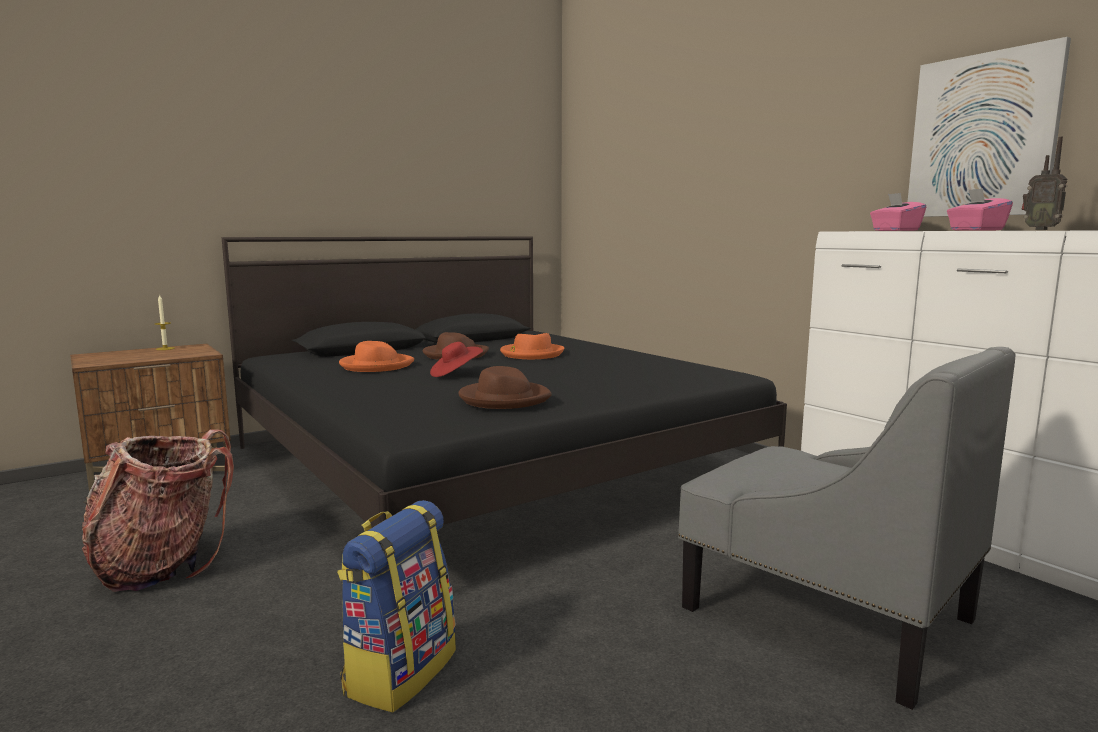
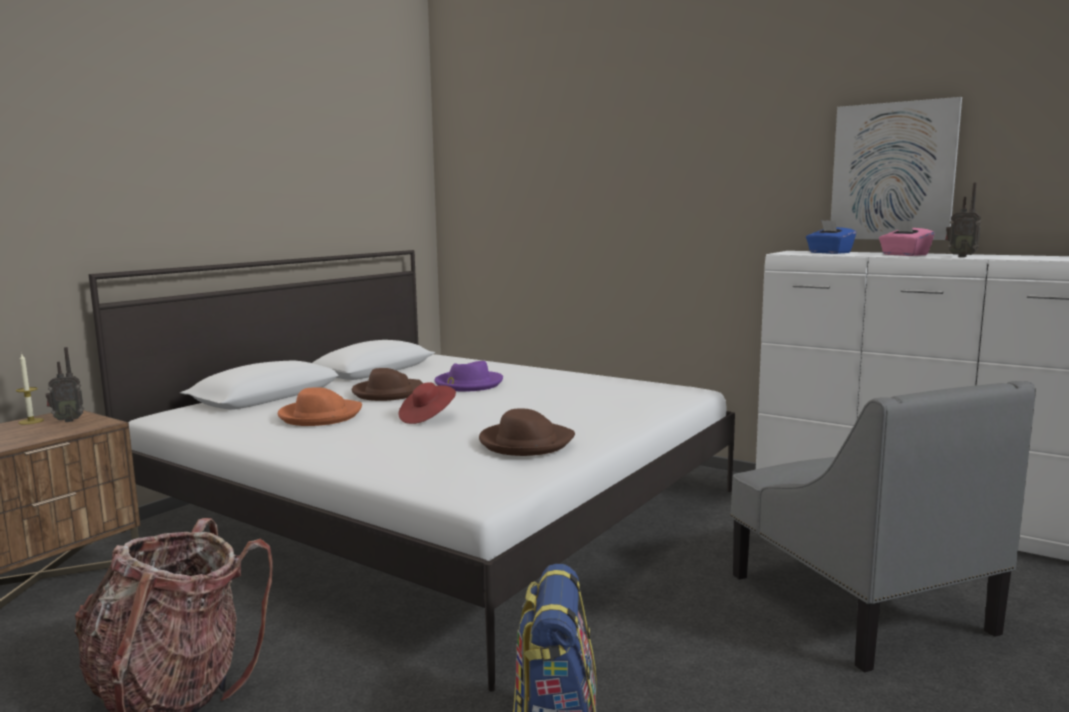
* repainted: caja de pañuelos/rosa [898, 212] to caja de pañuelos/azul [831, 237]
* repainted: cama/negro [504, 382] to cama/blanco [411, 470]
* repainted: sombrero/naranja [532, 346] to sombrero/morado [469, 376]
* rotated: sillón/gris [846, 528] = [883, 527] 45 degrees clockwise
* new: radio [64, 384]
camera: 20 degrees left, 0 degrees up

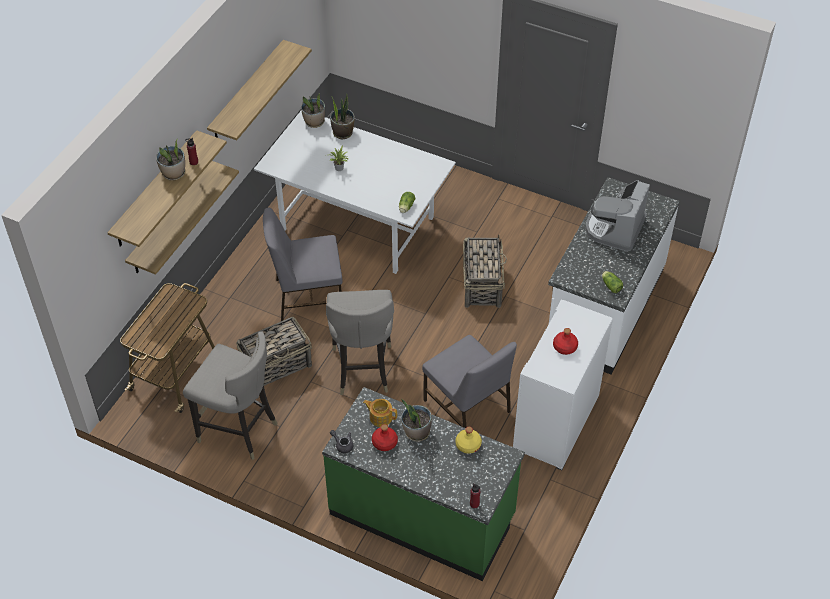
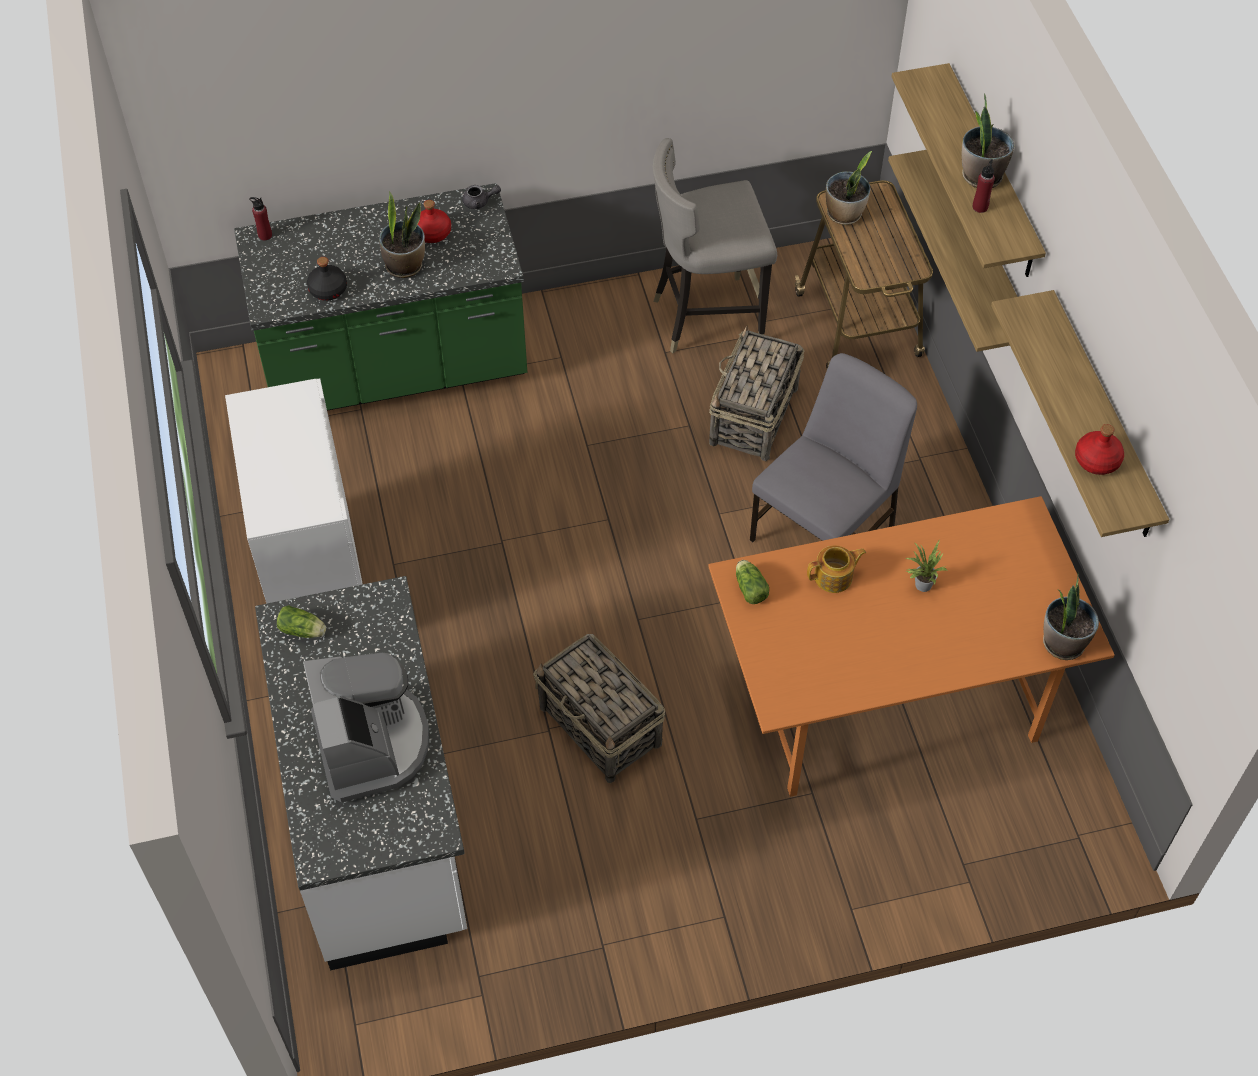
* shifted: planta en maceta [342, 116] to [849, 188]
* repainted: mesa de comedor/blanco [355, 192] to mesa de comedor/naranja [911, 646]
* gone: taburete/gris [360, 342]
* shifted: botella/rojo [565, 341] to [1099, 449]
* gone: silla/gris [469, 381]
* shifted: tetera [380, 413] to [836, 569]
* repainted: botella/amarillo [469, 440] to botella/negro [327, 279]
camera: 140 degrees right, 5 degrees up

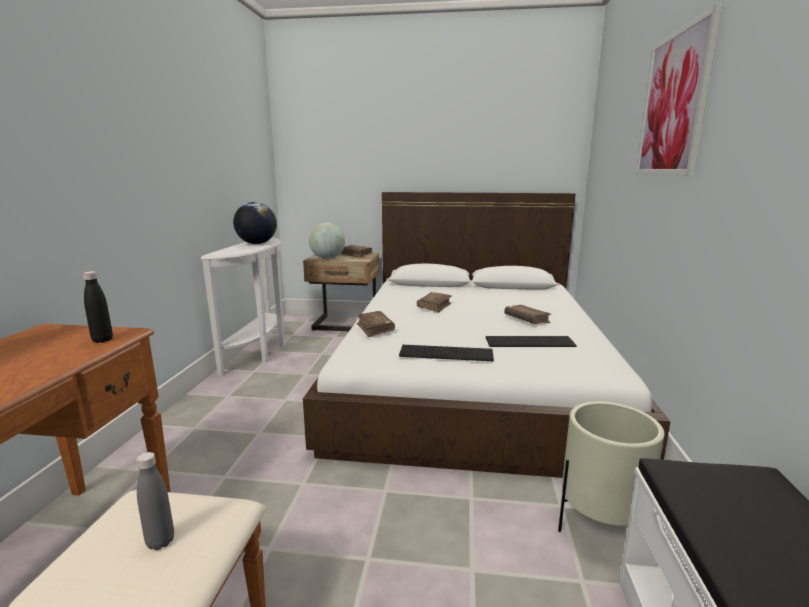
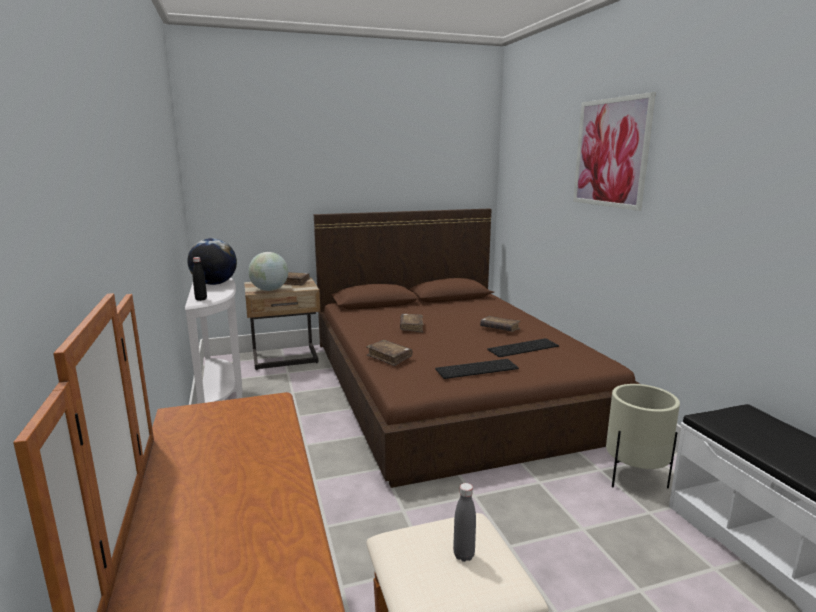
* repainted: cama/blanco [487, 335] to cama/marrón [477, 348]
* shifted: botella/negro [98, 307] to [200, 279]
camera: 25 degrees left, 0 degrees up

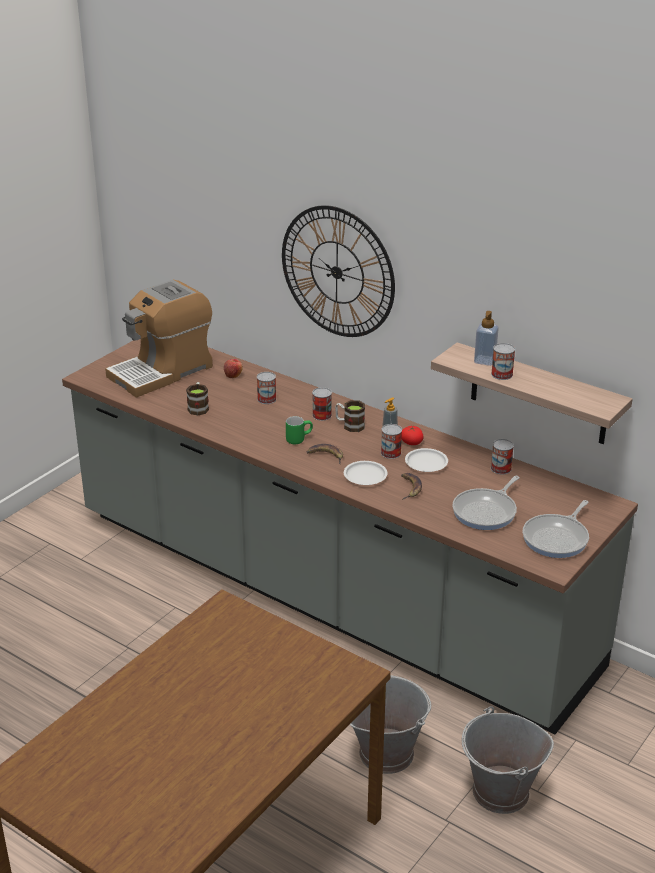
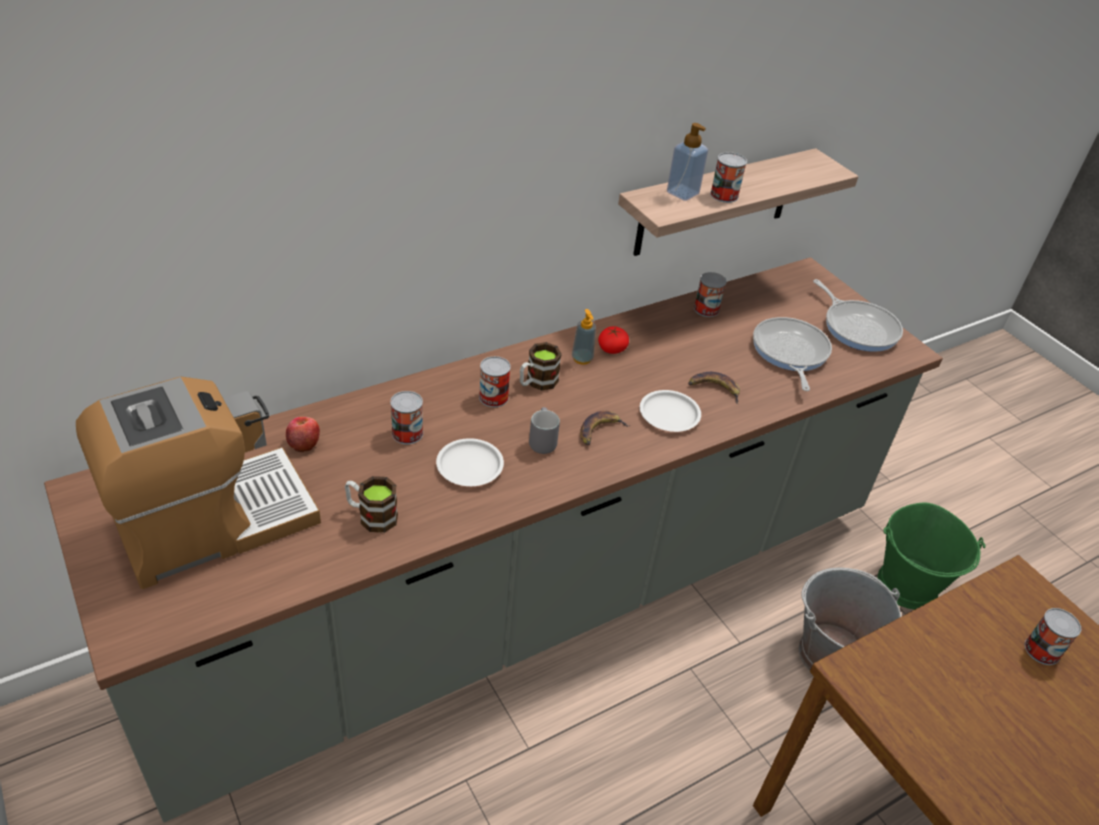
* gone: reloj de pared [338, 271]
* rotated: cafetera [159, 339] = [198, 483] 105 degrees counterclockwise
* repainted: taza grande/verde [299, 430] to taza grande/gris [544, 430]
* shifted: lata [391, 441] to [1053, 636]
* shifted: plato/blanco [426, 460] to [470, 462]
* rotated: sartén [485, 503] = [792, 354] 150 degrees counterclockwise
* repainted: cubo/gris [508, 760] to cubo/verde [931, 556]
camera: 70 degrees left, 10 degrees up

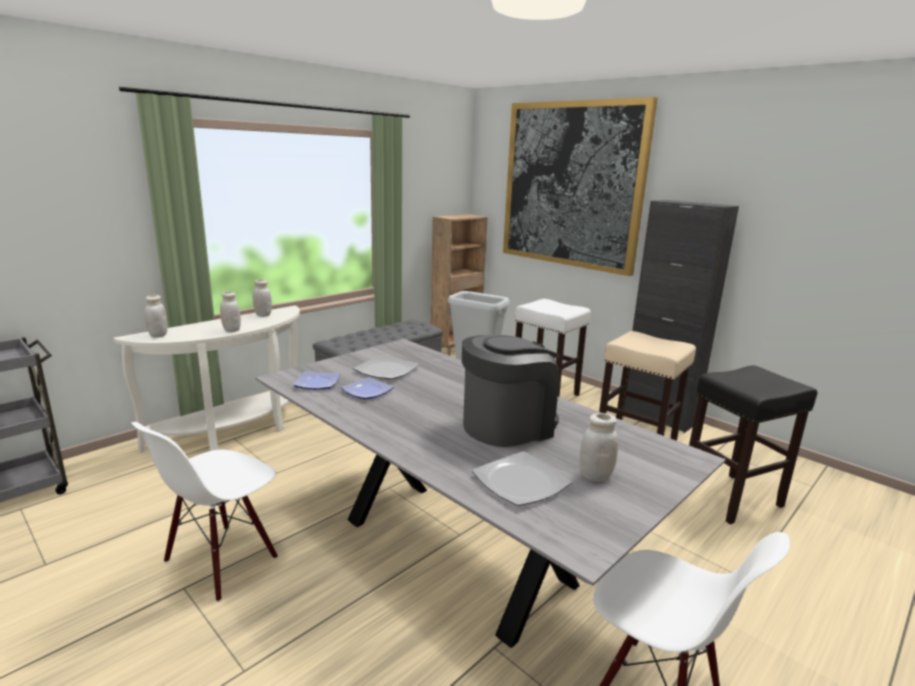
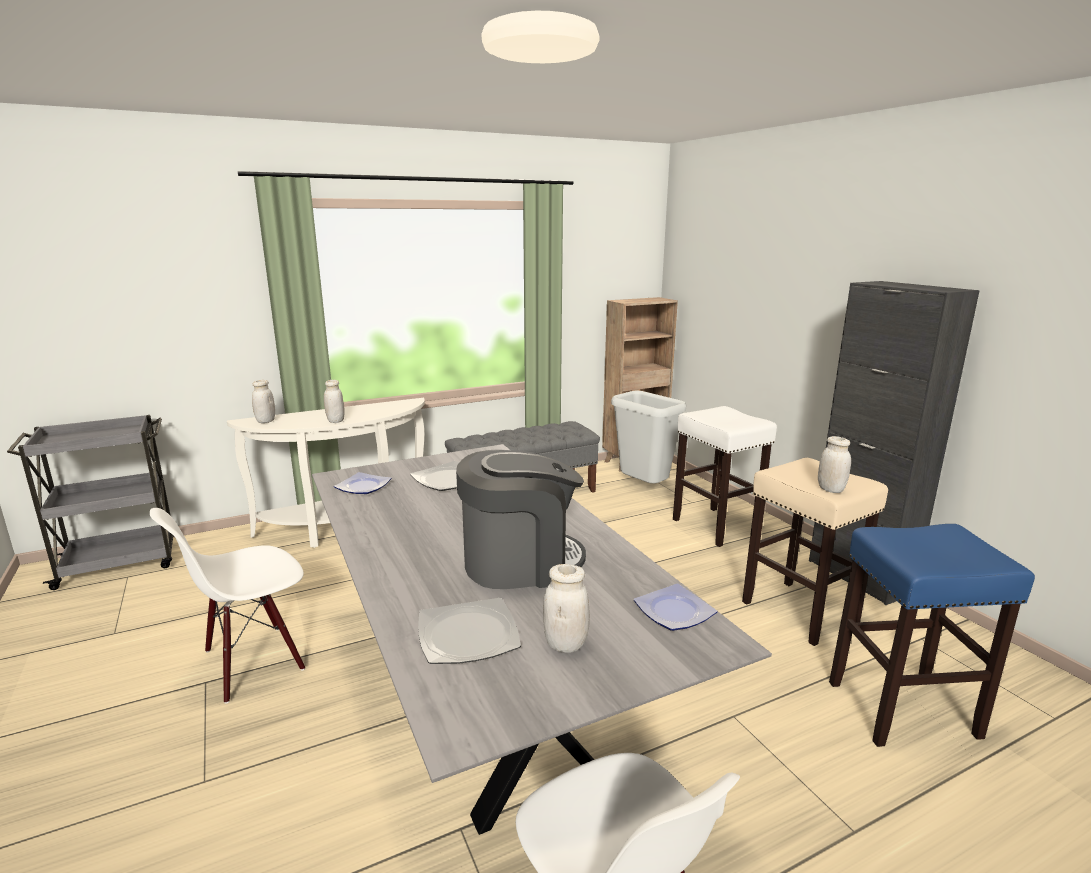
* gone: cuadro [580, 186]
* shifted: tarro/blanco [262, 298] to [834, 464]
* repainted: taburete/negro [753, 444] to taburete/azul [932, 635]
* shifted: plato [367, 388] to [675, 607]
camera: 20 degrees right, 0 degrees up

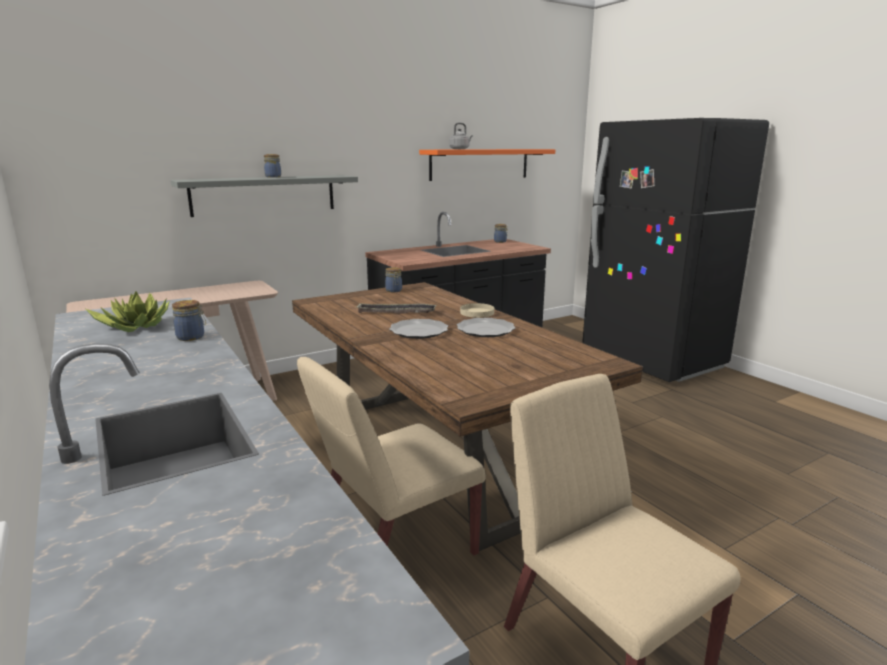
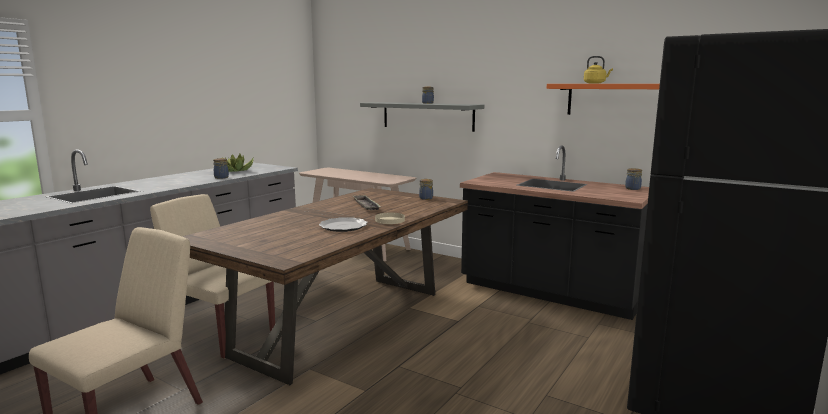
* repainted: hervidor/gris [461, 136] to hervidor/amarillo [598, 70]
* gone: plato [418, 329]
camera: 65 degrees right, 5 degrees down

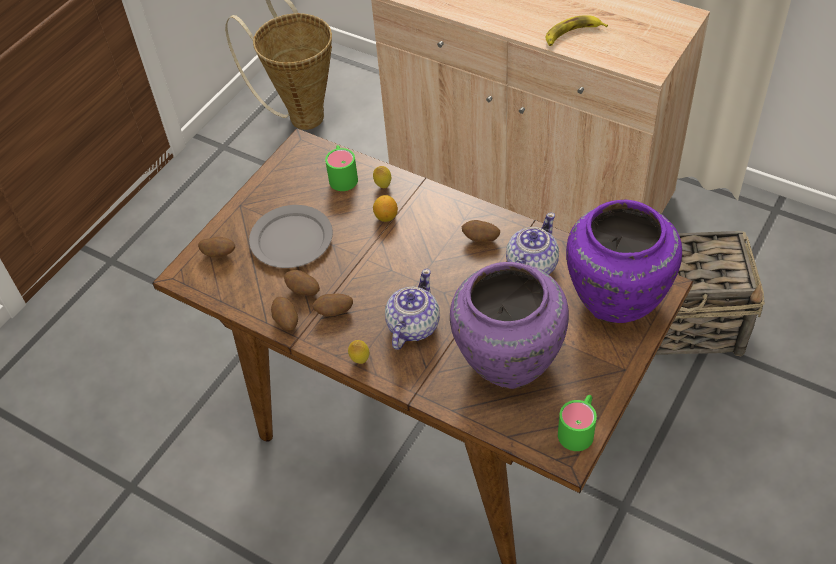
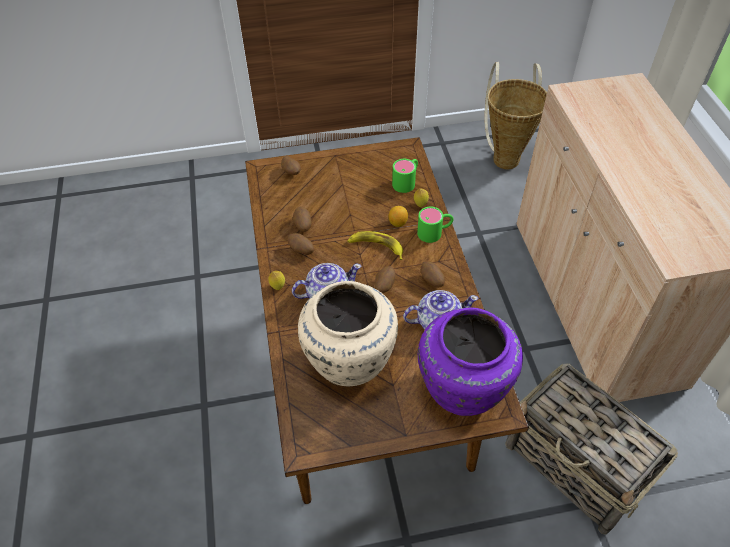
* shifted: plátano [576, 30] to [375, 245]
* gone: plato/gris [291, 236]
* repainted: florero/morado [509, 325] to florero/beis [348, 333]
* shifted: patata [284, 314] to [385, 279]
* shifted: taza grande/verde [577, 423] to [435, 225]
camera: 45 degrees right, 0 degrees up

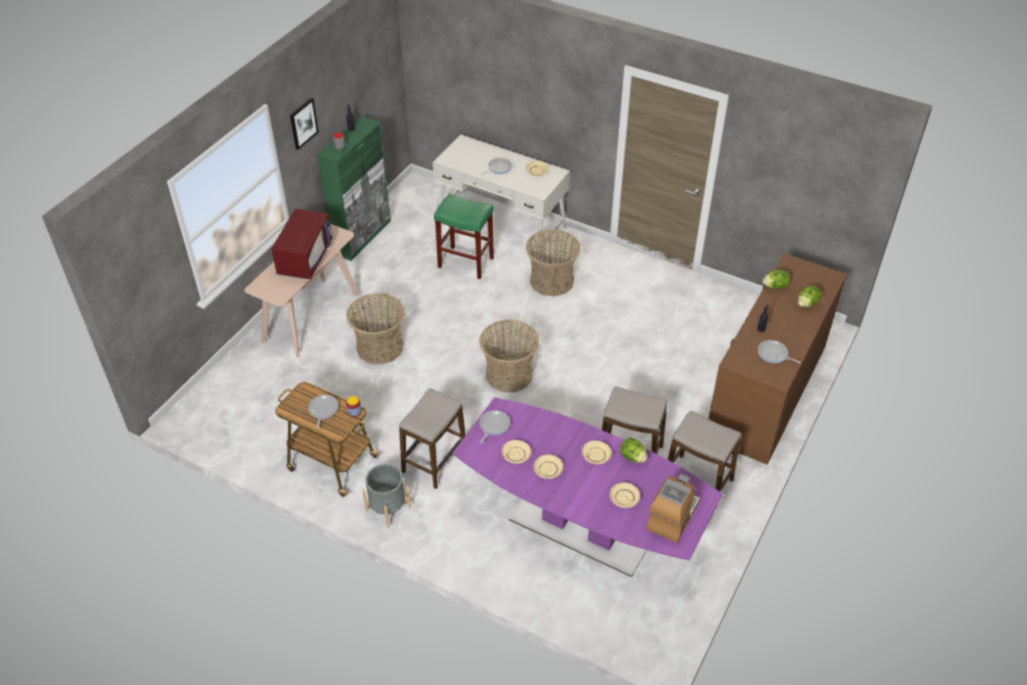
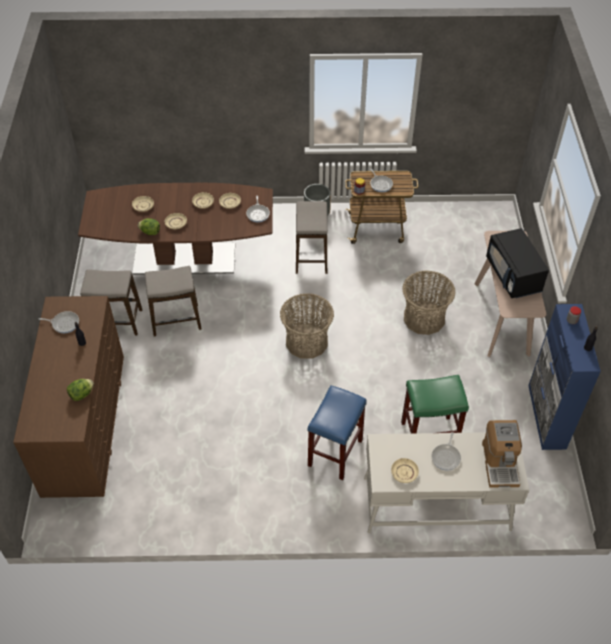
* gone: cuadro [304, 124]
* repainted: armario/verde [354, 188] to armario/azul [564, 377]
* repainted: microondas/rojo [301, 244] to microondas/negro [517, 263]
* swapped: cesta [553, 263] to taburete/azul [337, 432]
* gone: lechuga [810, 296]
* repainted: mesa de comedor/morado [588, 487] to mesa de comedor/marrón [175, 229]
* shifted: cafetera [673, 508] to [502, 454]
camera: 150 degrees right, 5 degrees up

